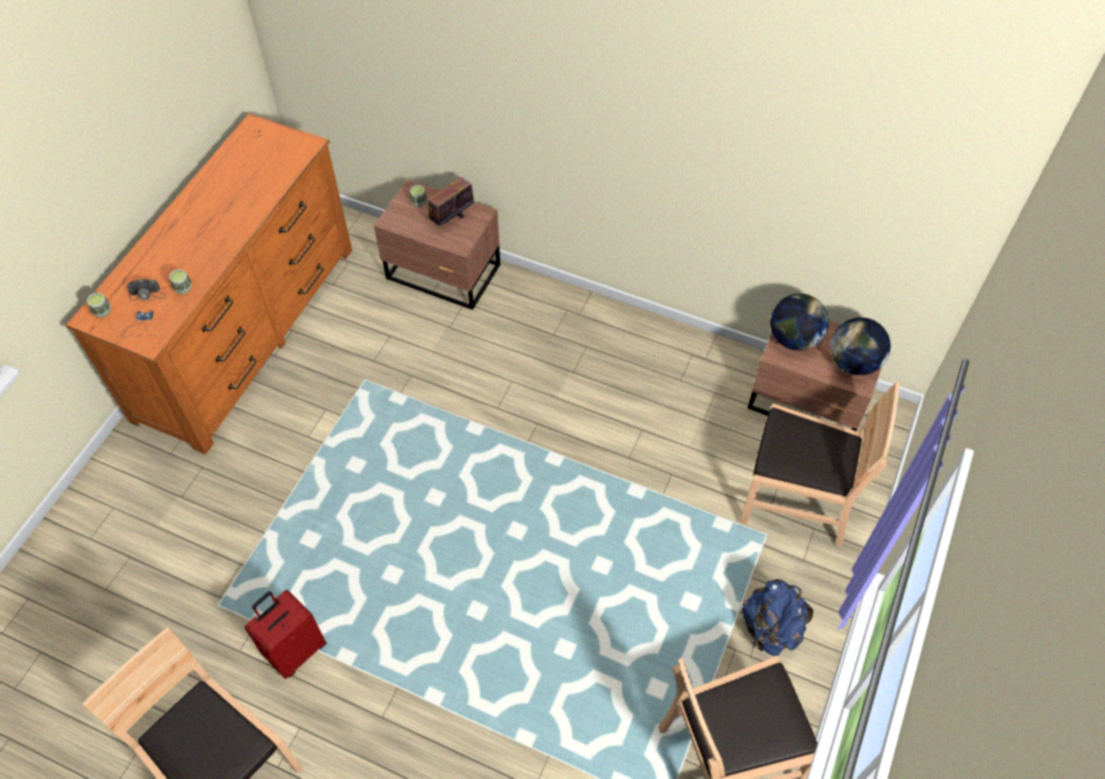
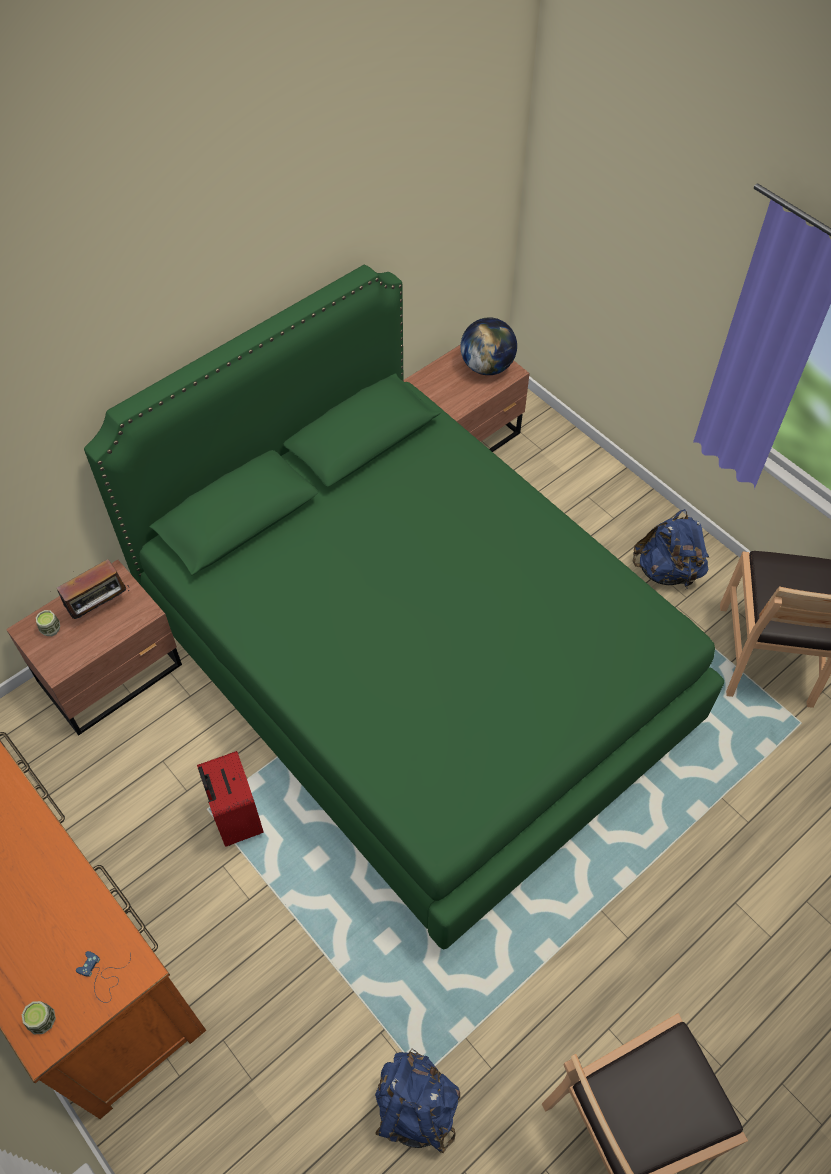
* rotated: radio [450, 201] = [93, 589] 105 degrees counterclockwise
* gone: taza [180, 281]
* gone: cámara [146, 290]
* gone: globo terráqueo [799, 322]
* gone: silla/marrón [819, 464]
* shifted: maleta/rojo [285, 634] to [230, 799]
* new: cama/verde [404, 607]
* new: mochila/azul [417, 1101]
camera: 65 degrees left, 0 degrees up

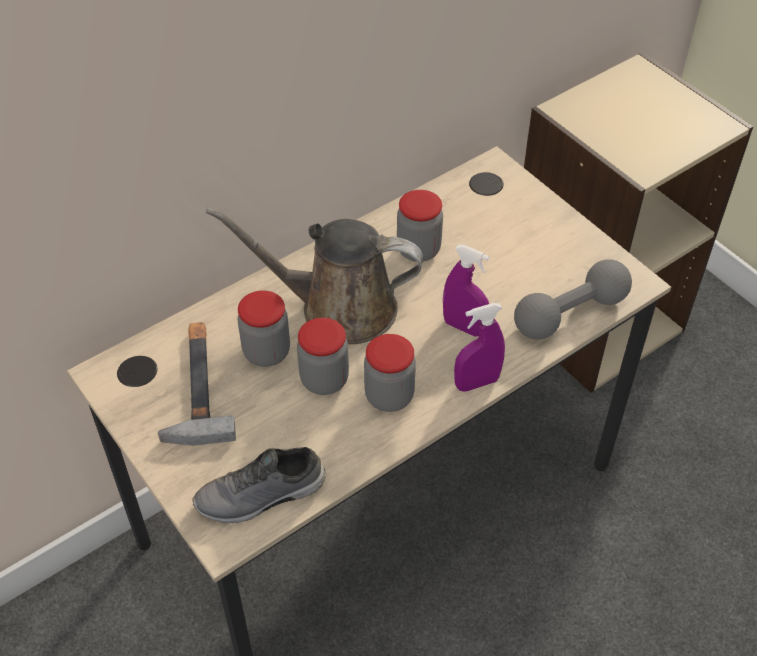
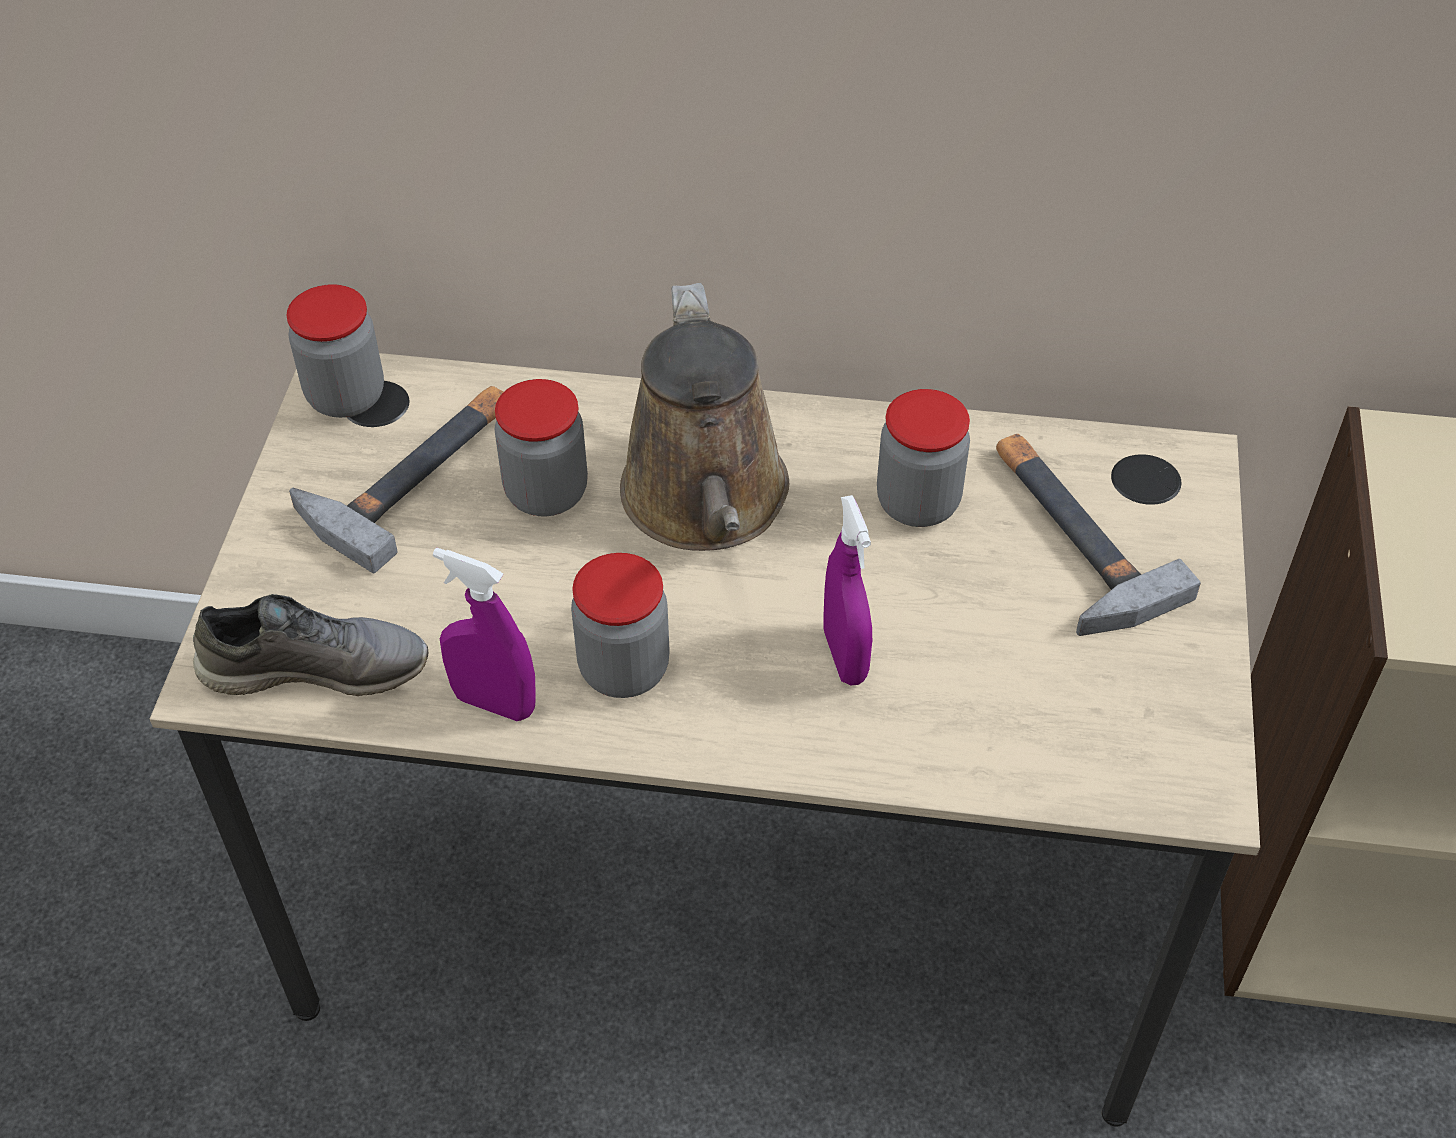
* rotated: regadera/marrón [314, 275] = [704, 417] 150 degrees counterclockwise
* gone: mancuerna/gris [573, 299]
* shifted: pulverizador/morado [479, 347] to [484, 634]
* shifted: tarro [323, 356] to [335, 351]
* rotated: zapato/gris [259, 485] = [310, 645] 150 degrees clockwise
* new: martillo [1098, 535]
camera: 45 degrees right, 0 degrees up

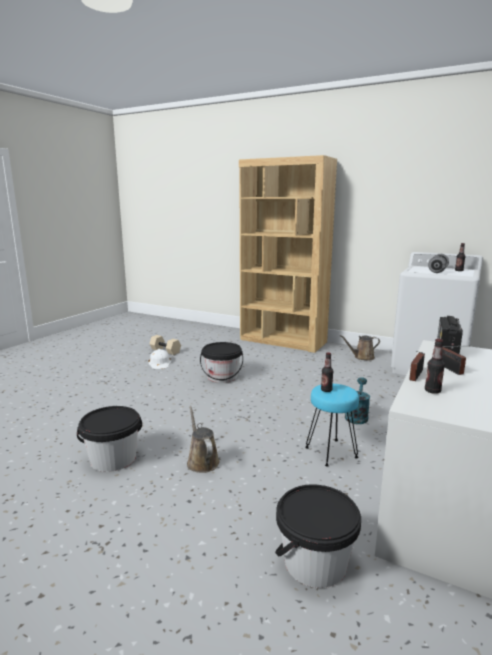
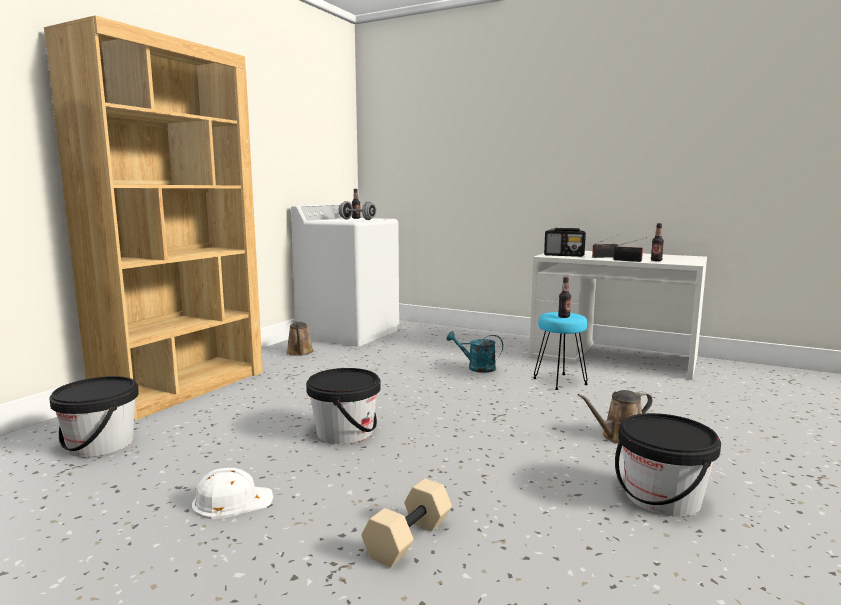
* shifted: mancuerna/beis [165, 345] to [406, 523]
* shifted: cubo/negro [318, 536] to [94, 416]
camera: 90 degrees left, 5 degrees down

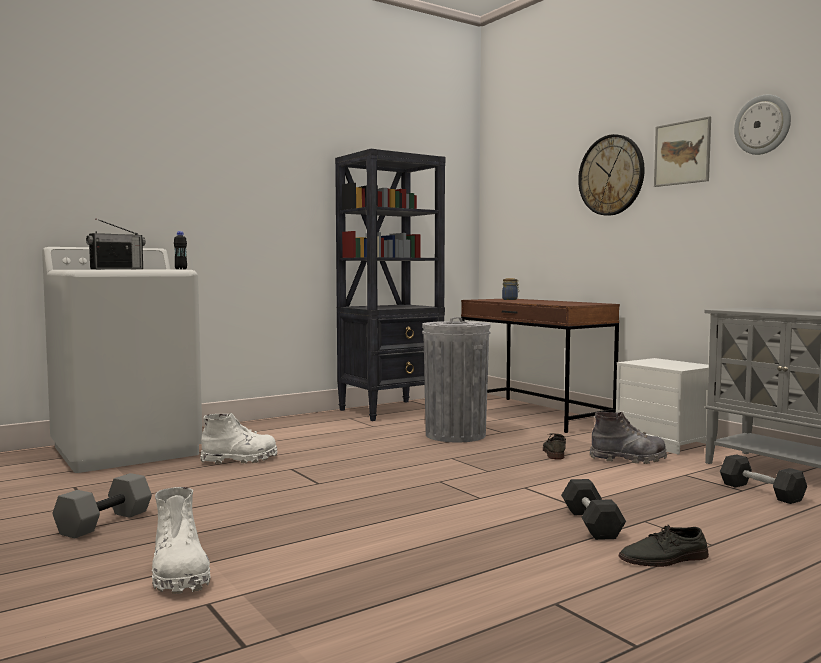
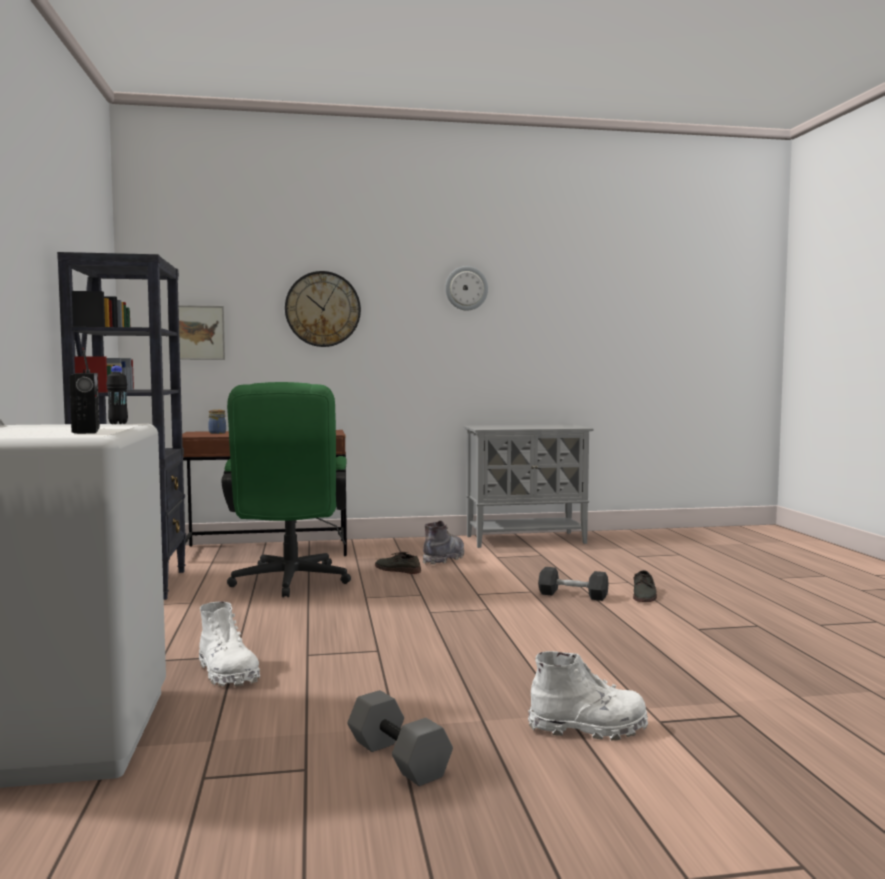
* shifted: cuadro [682, 151] to [196, 332]
* swapped: papelera/gris [456, 379] to silla de oficina/verde [286, 490]
* gone: mesita de noche/blanco [666, 406]
* rotated: bota/blanco [238, 438] = [229, 643] 135 degrees clockwise
* gone: mancuerna/negro [763, 479]
camera: 65 degrees left, 0 degrees up

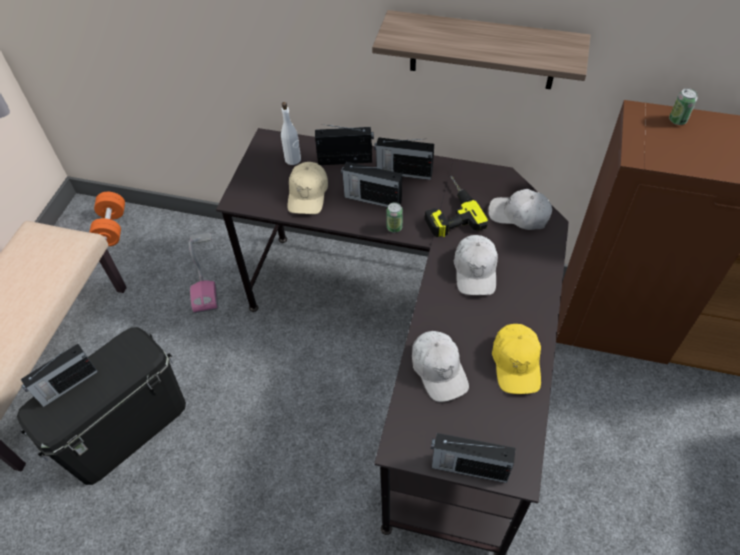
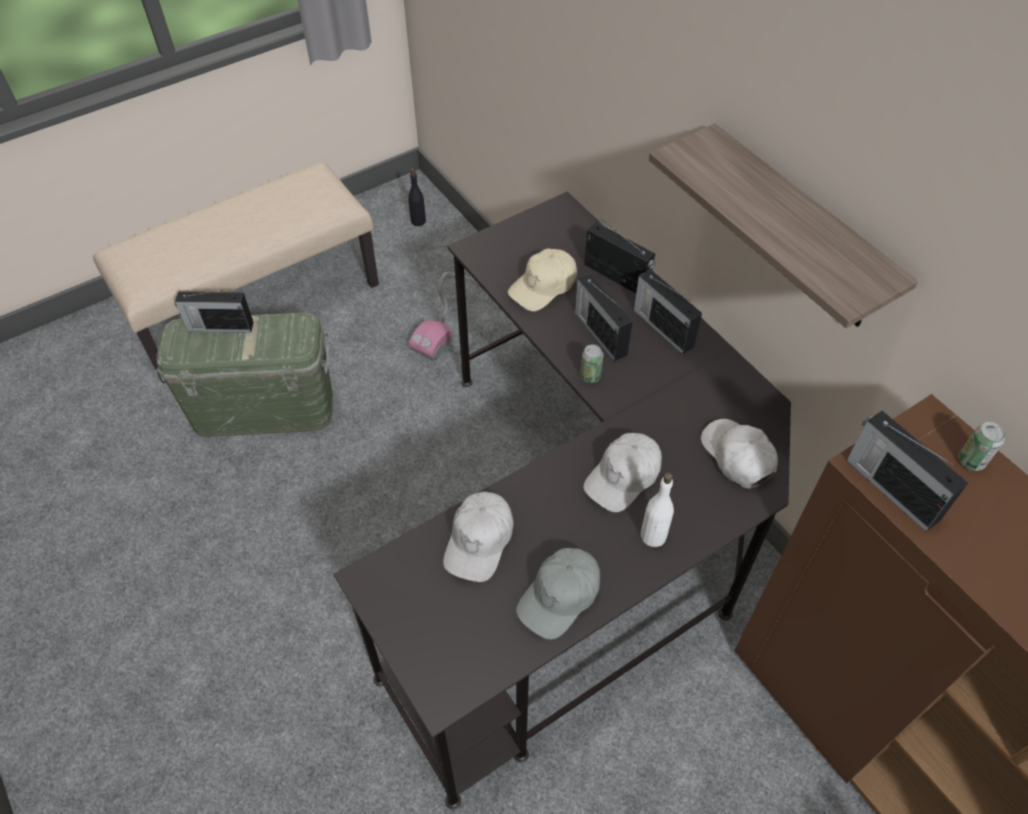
* shifted: botella/blanco [291, 133] to [657, 509]
* gone: taladro [456, 206]
* swapped: mancuerna/naranja [107, 219] to botella/negro [417, 197]
* repainted: gorra/amarillo [516, 359] to gorra/gris [558, 593]
* repainted: caja de almacenaje/negro [101, 406] to caja de almacenaje/verde [244, 375]
* shifted: radio [473, 458] to [907, 471]
camera: 40 degrees right, 0 degrees up

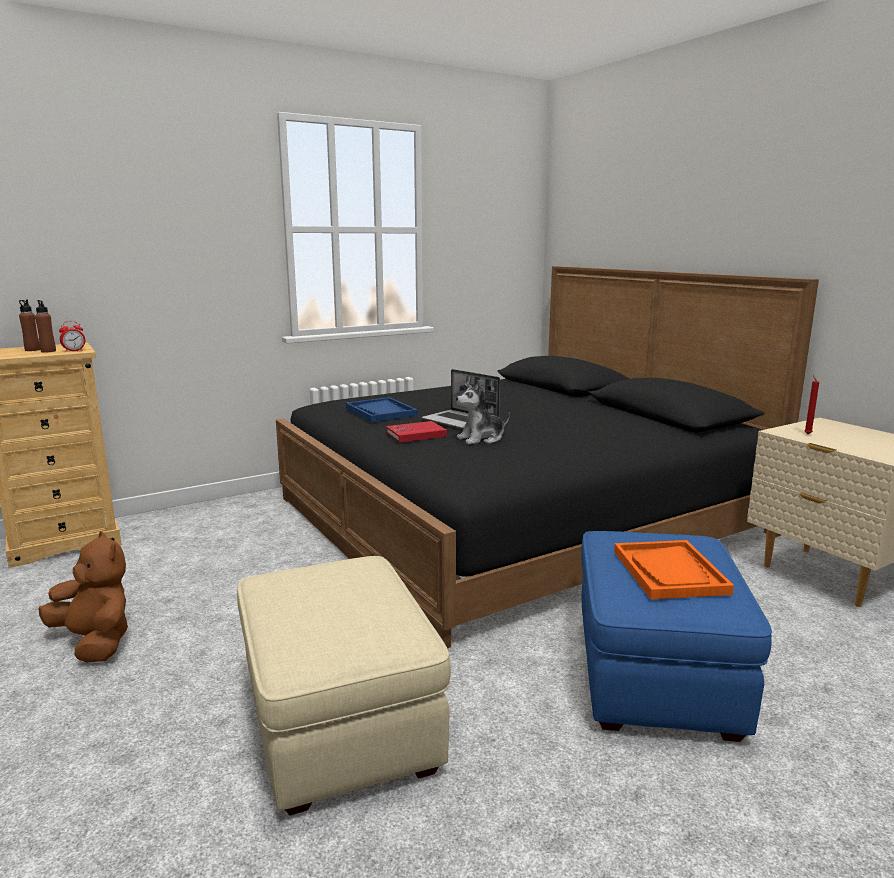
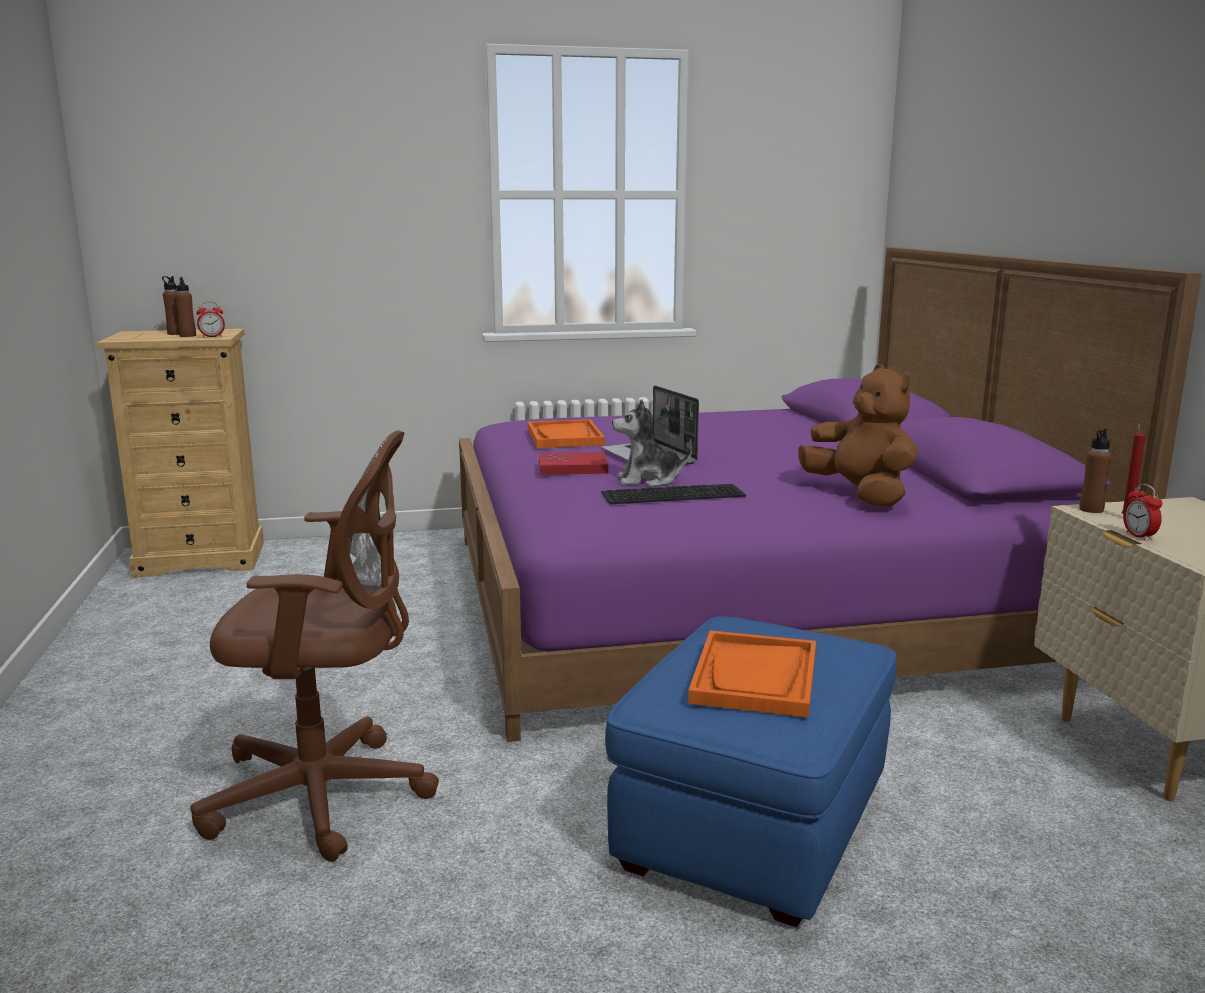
* repainted: cama/negro [547, 457] to cama/morado [830, 494]
* repainted: bandeja/azul [381, 409] to bandeja/naranja [566, 433]
* shifted: peluche/marrón [83, 597] to [857, 435]
* swapped: puf/beis [344, 685] to silla de oficina/marrón [314, 646]
* new: botella/marrón [1095, 470]
* new: teclado [673, 494]
* new: despertador [1142, 512]
camera: 20 degrees right, 0 degrees up

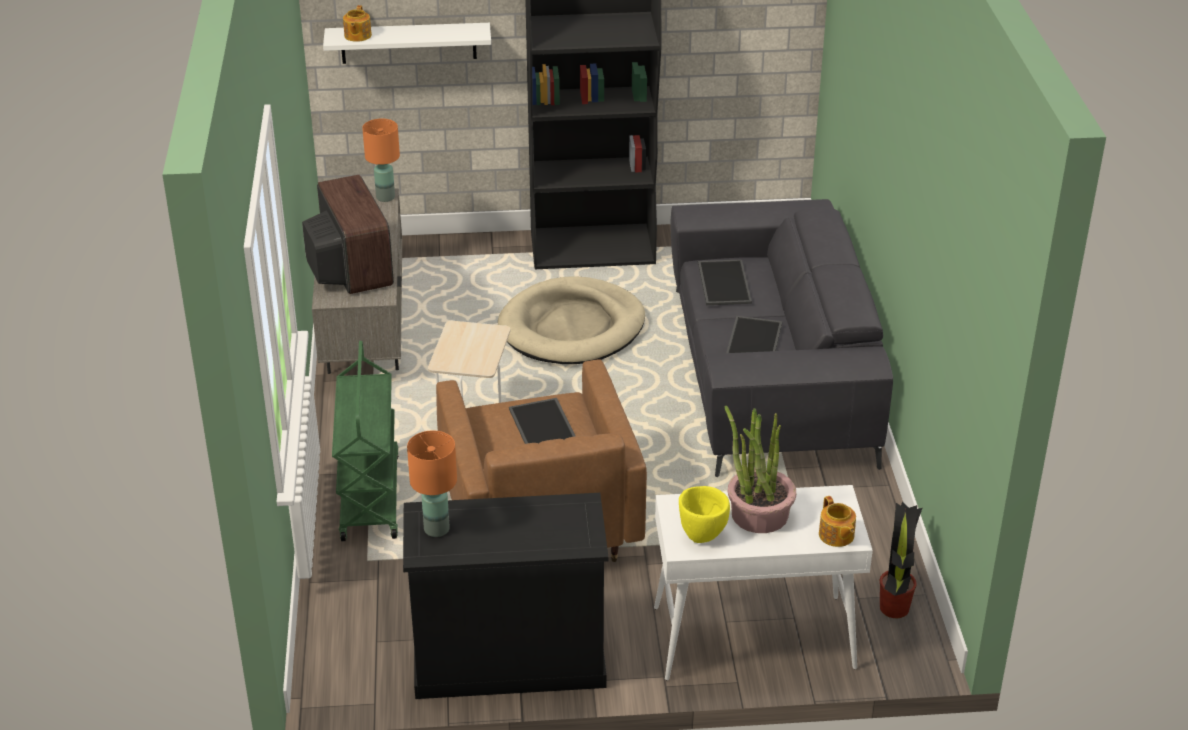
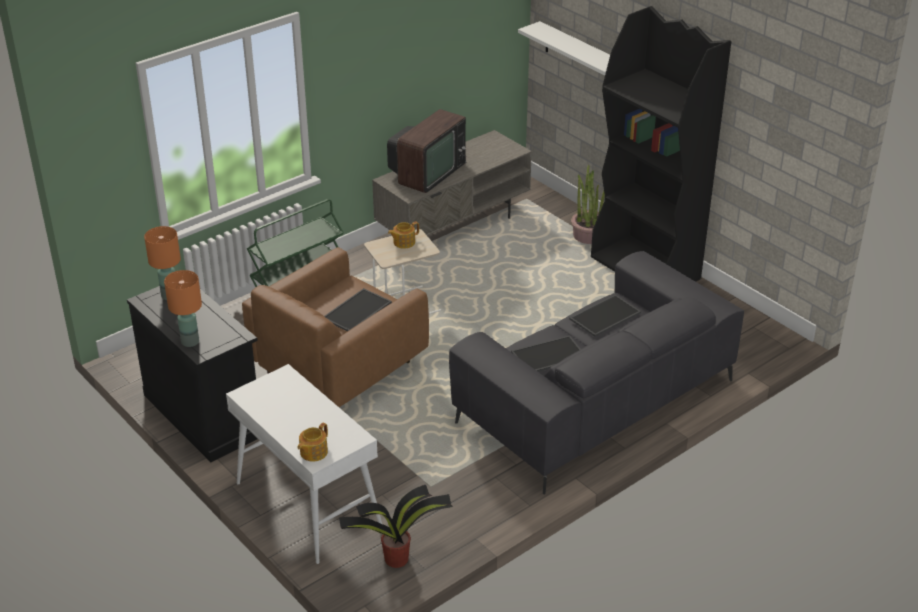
* shifted: tetera [357, 23] to [403, 235]
* shifted: lámpara de mesa/naranja [381, 160] to [183, 308]
* gone: cama para perro/beis [571, 320]
* shifted: planta en maceta [760, 469] to [588, 204]
* gone: cuenco/amarillo [704, 514]
camera: 55 degrees right, 0 degrees up

